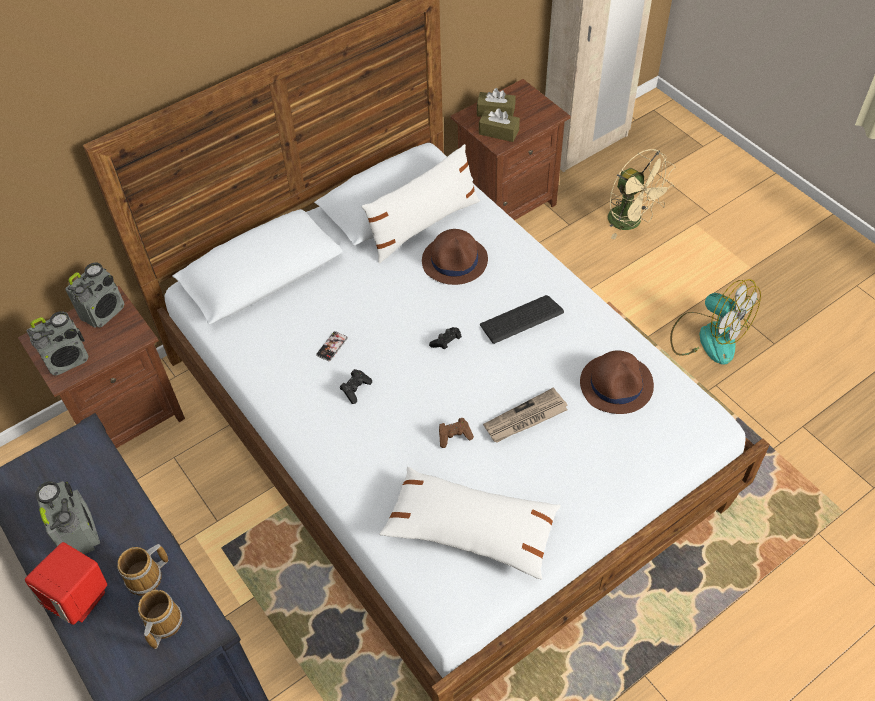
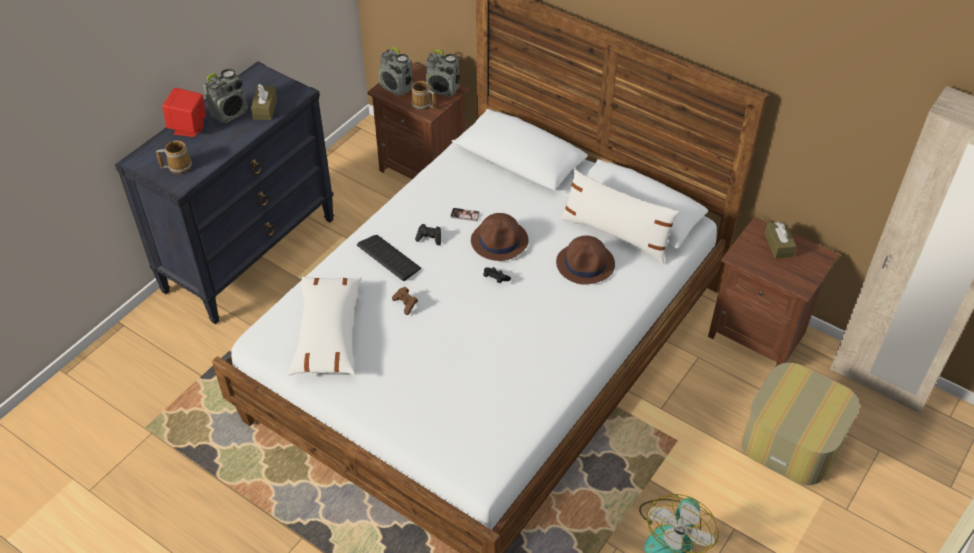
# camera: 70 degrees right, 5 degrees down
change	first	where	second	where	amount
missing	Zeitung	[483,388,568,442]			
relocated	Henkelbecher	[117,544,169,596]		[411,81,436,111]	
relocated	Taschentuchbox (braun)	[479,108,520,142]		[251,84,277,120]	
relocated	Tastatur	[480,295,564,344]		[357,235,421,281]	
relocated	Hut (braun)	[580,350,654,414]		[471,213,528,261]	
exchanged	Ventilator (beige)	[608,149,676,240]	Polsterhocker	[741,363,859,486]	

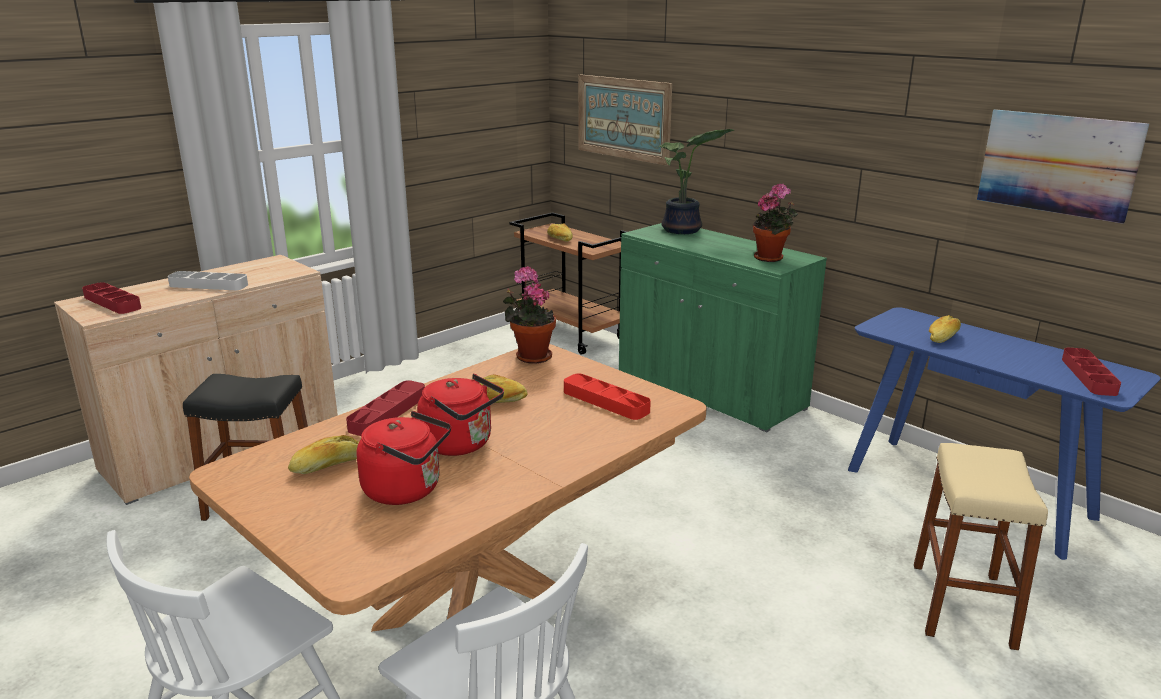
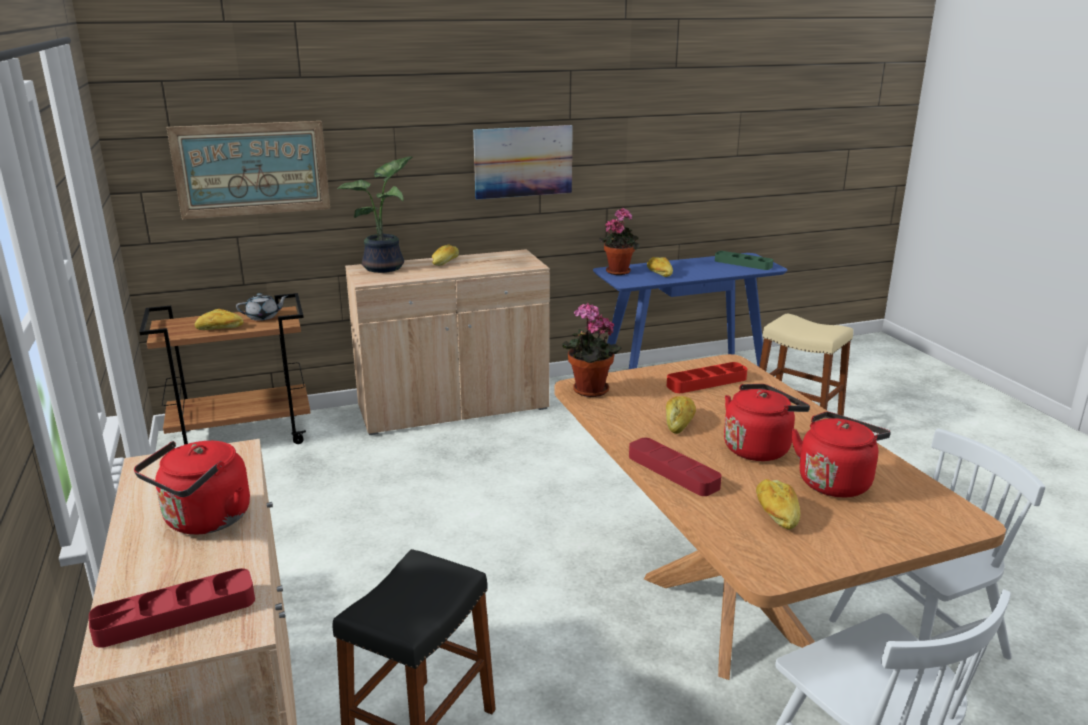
# camera: 65 degrees left, 0 degrees up
change	first	where	second	where	amount
appeared			Teekanne (grau)	[236,293,288,321]	
appeared			Brot	[431,244,459,266]	
relocated	Topfpflanze	[753,183,798,262]		[599,208,640,275]	
relocated	Bild	[977,109,1149,224]		[473,125,573,200]	
exchanged	Tablett (grau)	[168,271,248,290]	Wasserkessel (rot)	[134,441,250,534]	
colour	Schrank (grün)	[619,223,827,432]	Schrank (beige)	[345,249,550,435]	
colour	Tablett (rot)	[1062,348,1121,396]	Tablett (grün)	[715,251,773,270]	

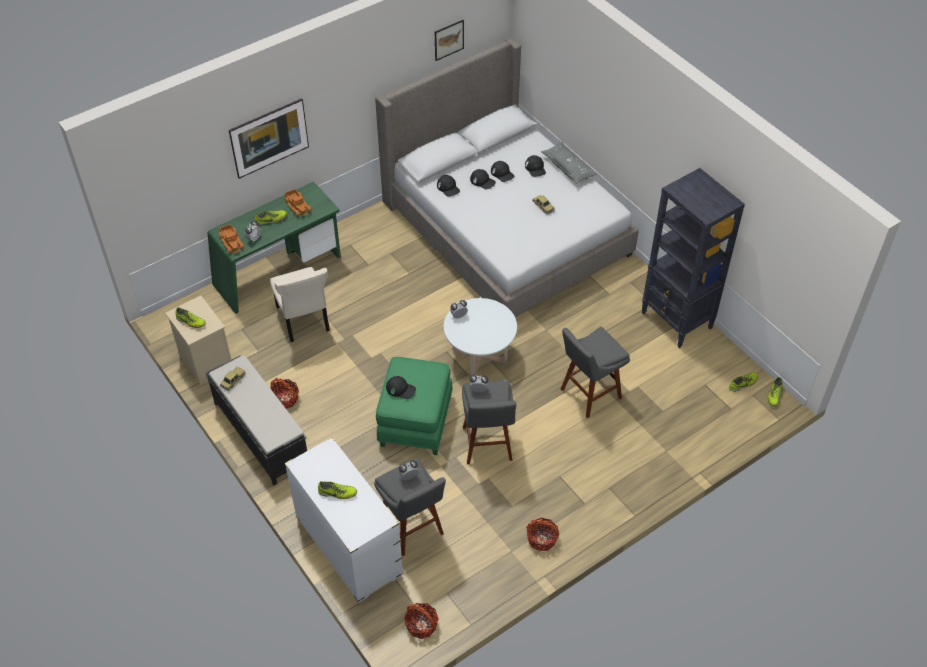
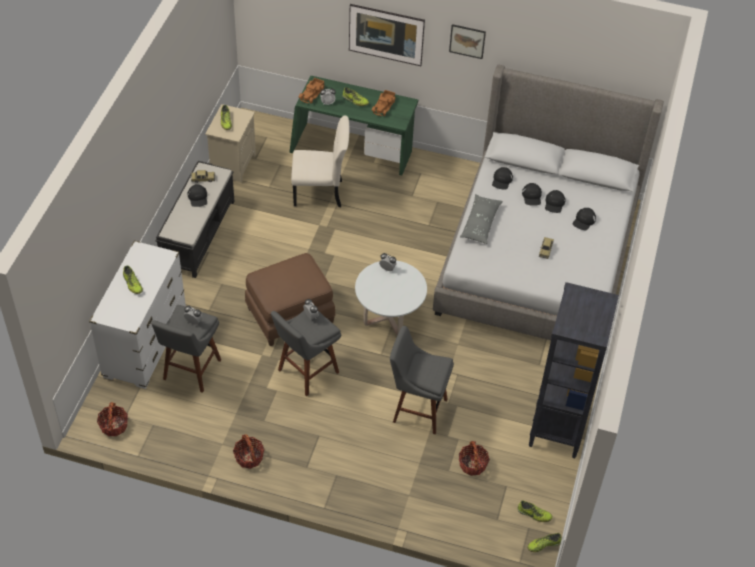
# camera: 50 degrees right, 0 degrees up
change	first	where	second	where	amount
relocated	Korb	[270,378,299,409]		[459,441,490,476]	
relocated	Kappe (schwarz)	[386,376,416,399]		[188,184,207,207]	
relocated	Bild	[435,20,464,61]		[449,24,486,59]	
relocated	Kissen (grau)	[541,142,598,184]		[460,194,503,244]	
colour	Polsterhocker (grün)	[376,357,453,455]	Polsterhocker (braun)	[245,253,335,346]	
spun	Stuhl (beige)	[270,267,330,342]		[291,115,349,207]	120 degrees counterclockwise

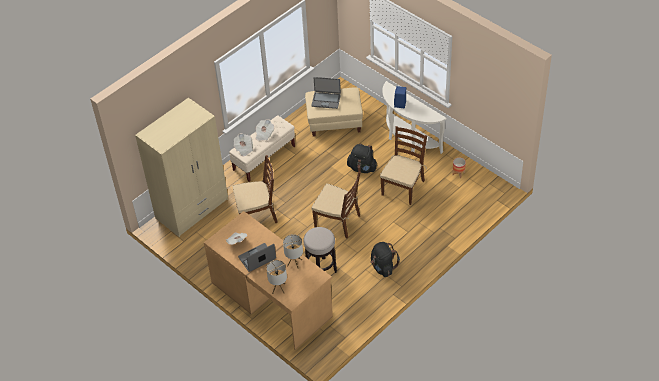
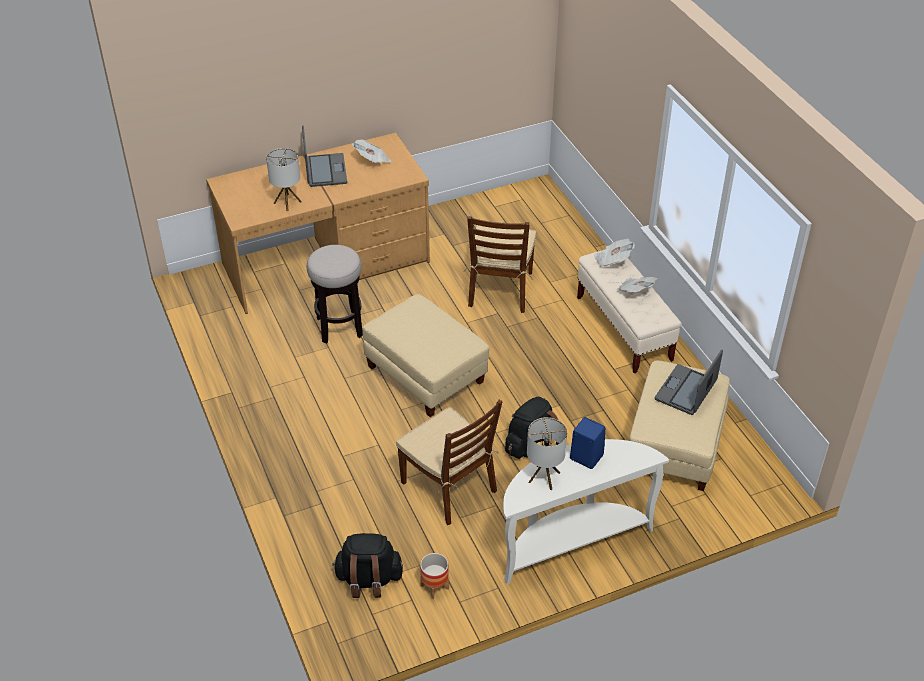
# camera: 110 degrees right, 5 degrees down
change	first	where	second	where	amount
missing	Kleiderschrank (beige)	[135,98,228,237]			
relocated	Tischlampe	[266,260,287,294]		[527,417,567,490]	
relocated	Rucksack (schwarz)	[370,242,400,277]		[332,533,403,598]	
exchanged	Stuhl (braun)	[311,171,360,238]	Polsterhocker (beige)	[362,294,489,417]	

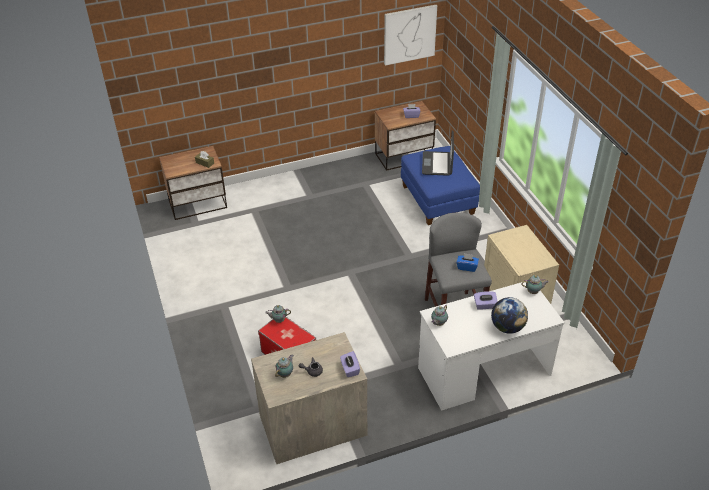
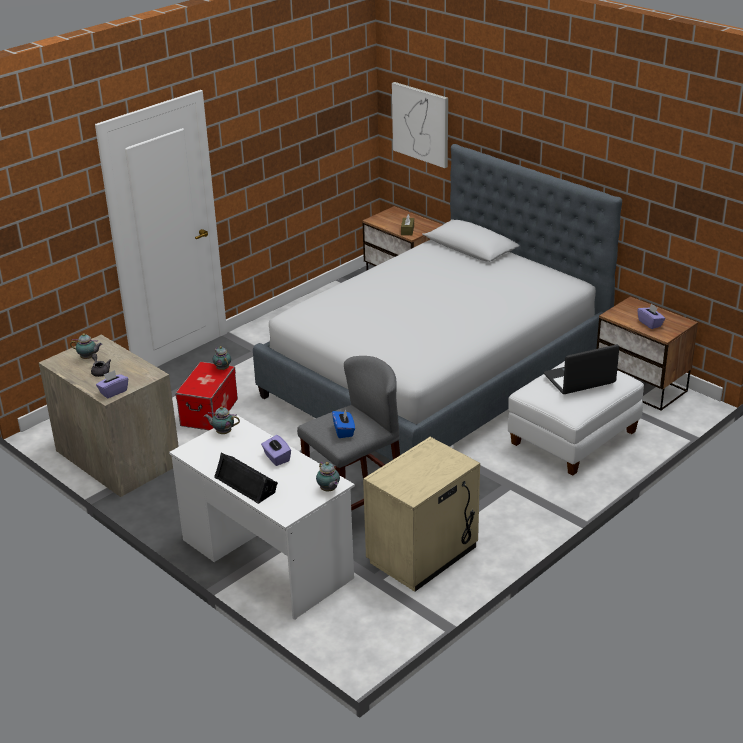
# camera: 65 degrees right, 10 degrees down
change	first	where	second	where	amount
appeared			Bett	[253,144,622,460]	
relocated	Bild	[384,5,437,66]		[392,82,448,168]	
exchanged	Globus	[491,297,528,334]	Lautsprecher (schwarz)	[214,453,278,504]	
colour	Polsterhocker (blau)	[401,146,480,225]	Polsterhocker (weiß)	[508,361,644,475]	

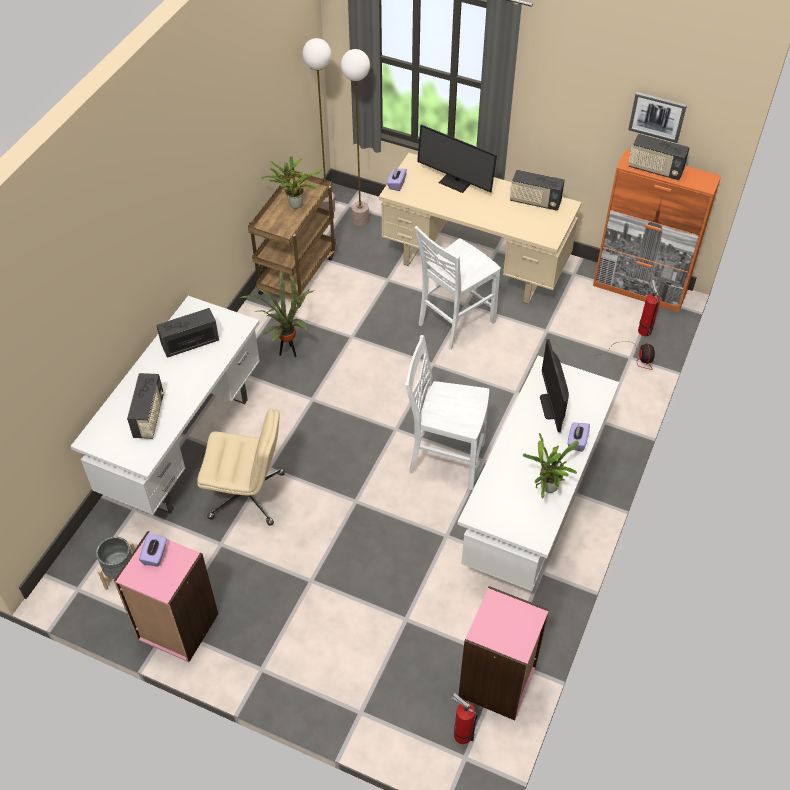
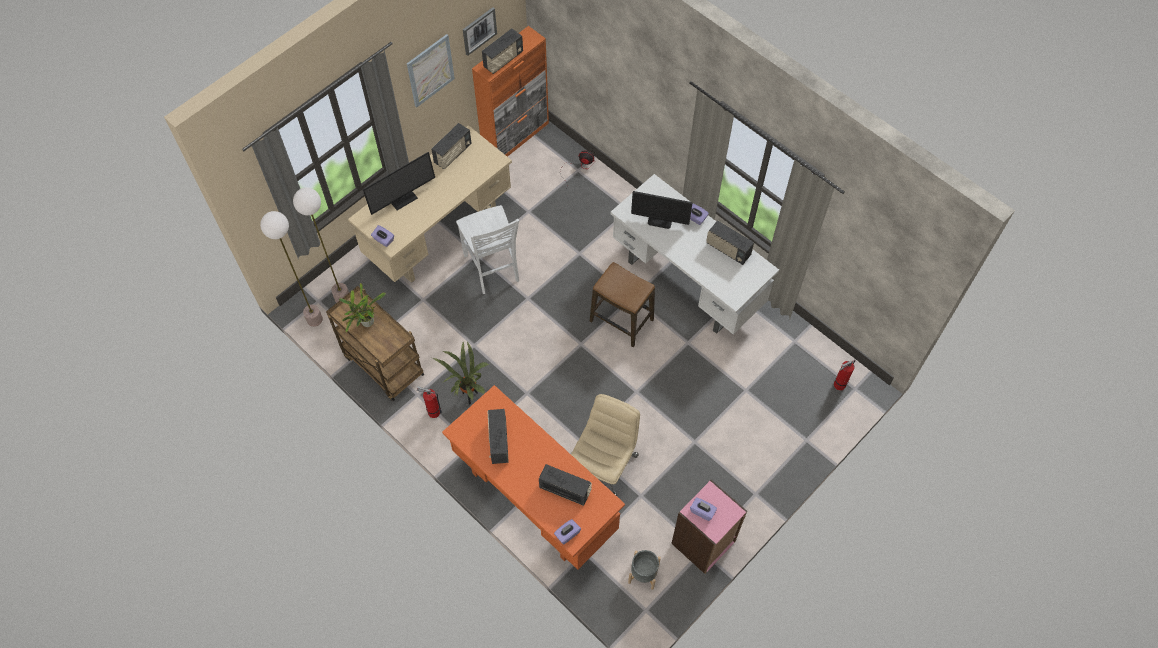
# camera: 70 degrees left, 10 degrees up
change	first	where	second	where	amount
missing	Bücherregal (rosa)	[458,586,549,720]			
appeared			Bild	[407,34,455,108]	
appeared			Taschentuchbox (lila)	[554,519,581,544]	
relocated	Feuerlöscher	[638,280,661,336]		[417,386,442,418]	
exchanged	Stuhl (weiß)	[405,335,489,490]	Hocker	[590,262,655,347]	
exchanged	Topfpflanze	[523,433,579,498]	Radio	[706,220,754,265]	
colour	Schreibtisch (weiß)	[70,296,260,515]	Schreibtisch (orange)	[442,385,625,570]	

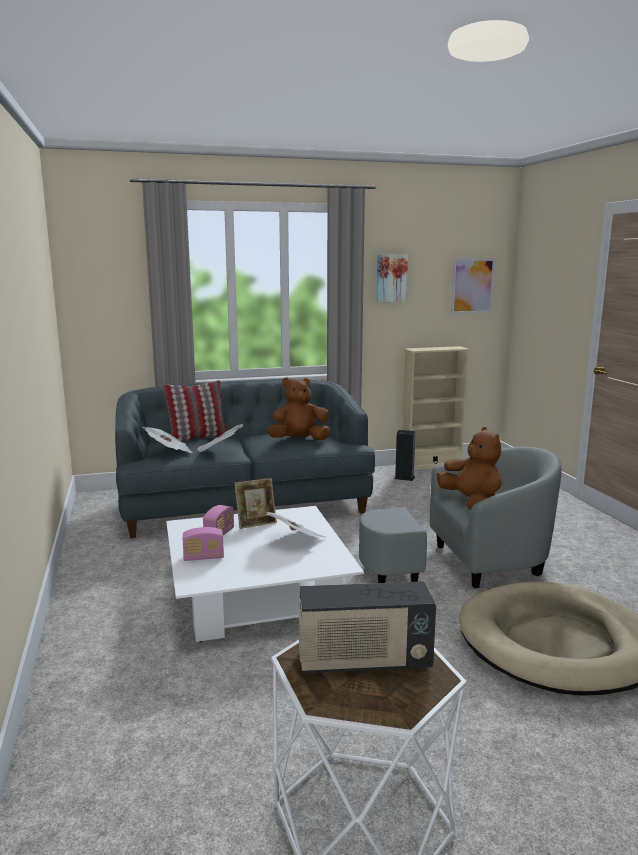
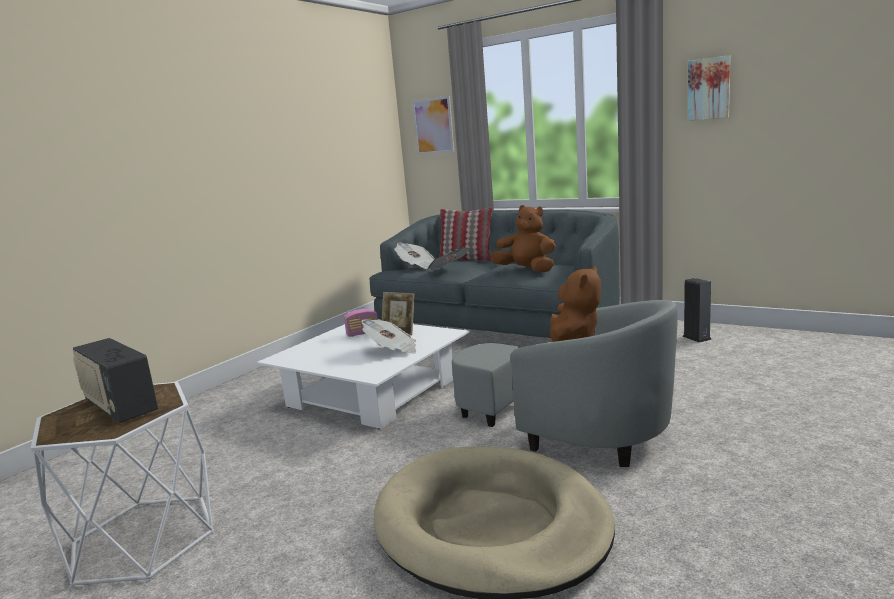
# camera: 50 degrees right, 0 degrees up
change	first	where	second	where	amount
missing	Radio	[183,527,224,561]			
missing	Bücherregal (beige)	[402,346,470,471]			
relocated	Bild	[451,258,495,314]		[412,96,454,155]	

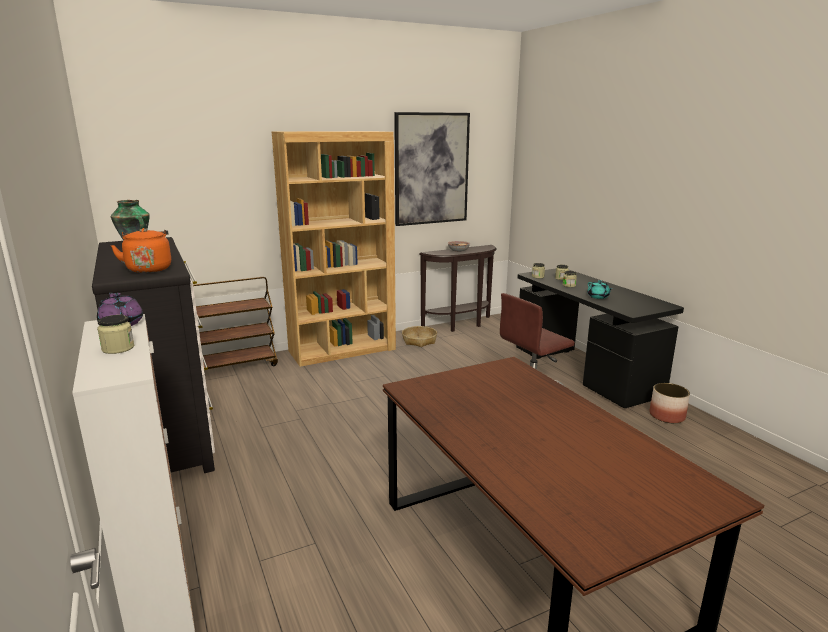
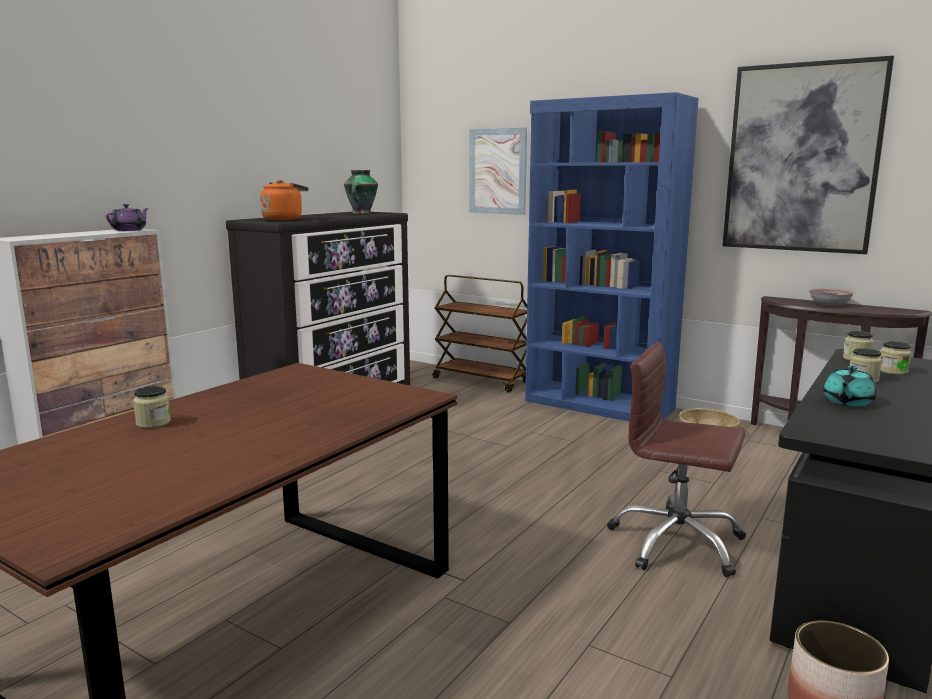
# camera: 60 degrees right, 5 degrees down
change	first	where	second	where	amount
appeared			Bild	[469,128,527,215]	
relocated	Vorratsglas	[97,315,134,354]		[133,386,171,428]	
colour	Bücherregal (braun)	[272,131,396,367]	Bücherregal (blau)	[525,92,699,421]	

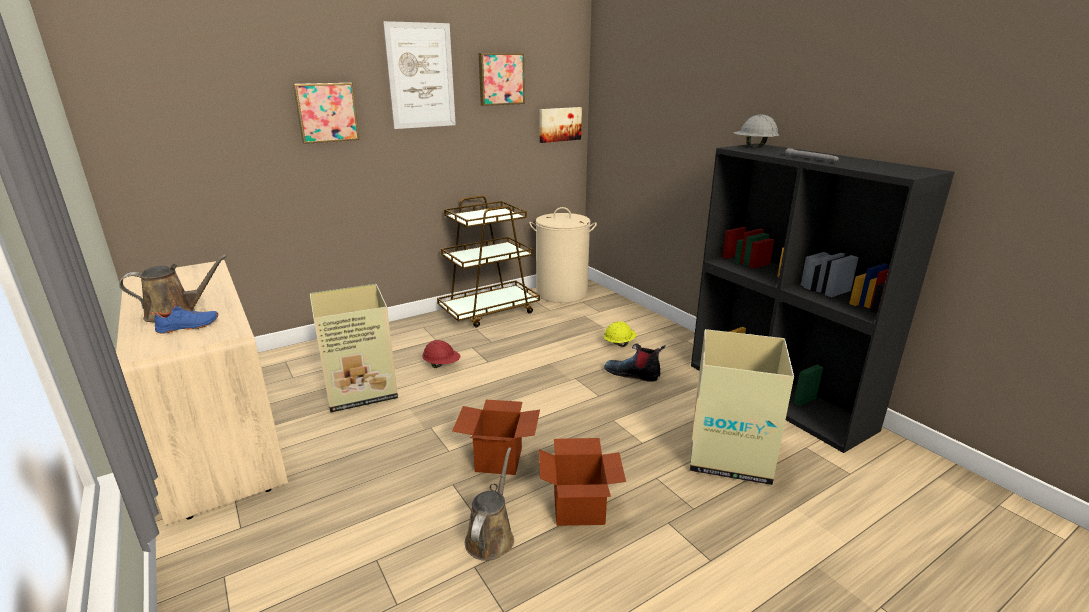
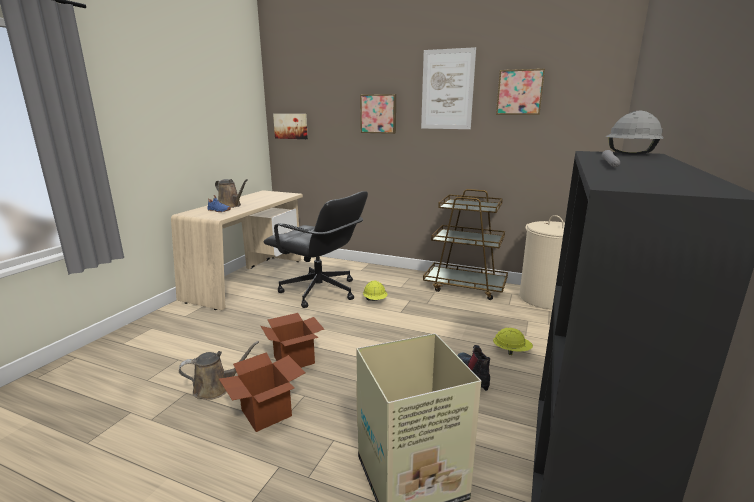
# camera: 55 degrees right, 5 degrees down
change	first	where	second	where	amount
relocated	Bild	[539,107,582,143]		[273,114,308,139]	
exchanged	Karton	[310,284,398,413]	Bürostuhl (schwarz)	[264,191,368,308]	
colour	Schutzhelm (rot)	[422,340,460,368]	Schutzhelm (gelb)	[363,281,387,301]	

